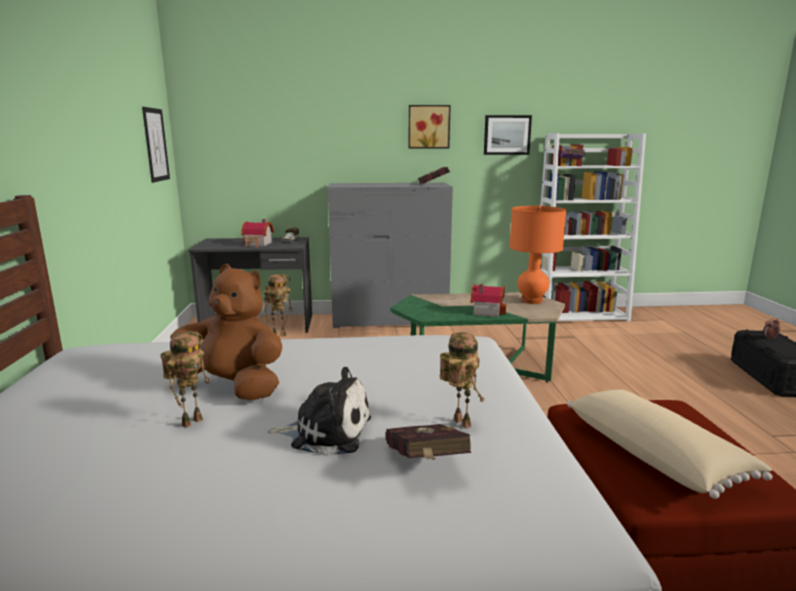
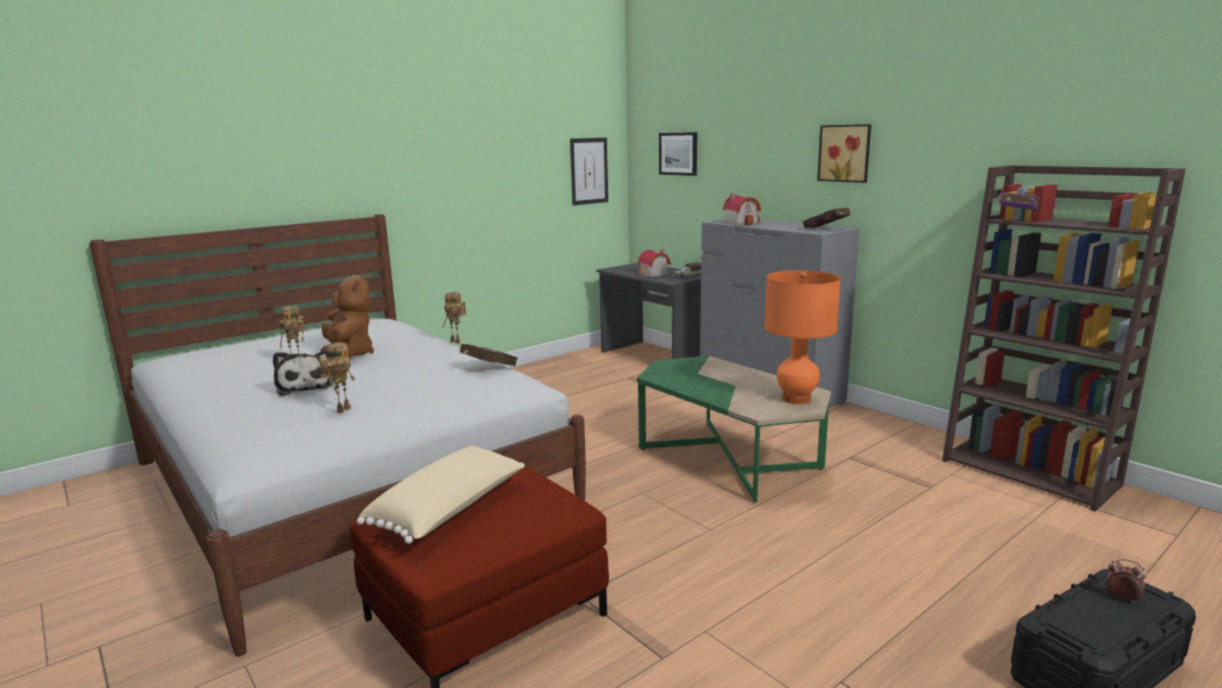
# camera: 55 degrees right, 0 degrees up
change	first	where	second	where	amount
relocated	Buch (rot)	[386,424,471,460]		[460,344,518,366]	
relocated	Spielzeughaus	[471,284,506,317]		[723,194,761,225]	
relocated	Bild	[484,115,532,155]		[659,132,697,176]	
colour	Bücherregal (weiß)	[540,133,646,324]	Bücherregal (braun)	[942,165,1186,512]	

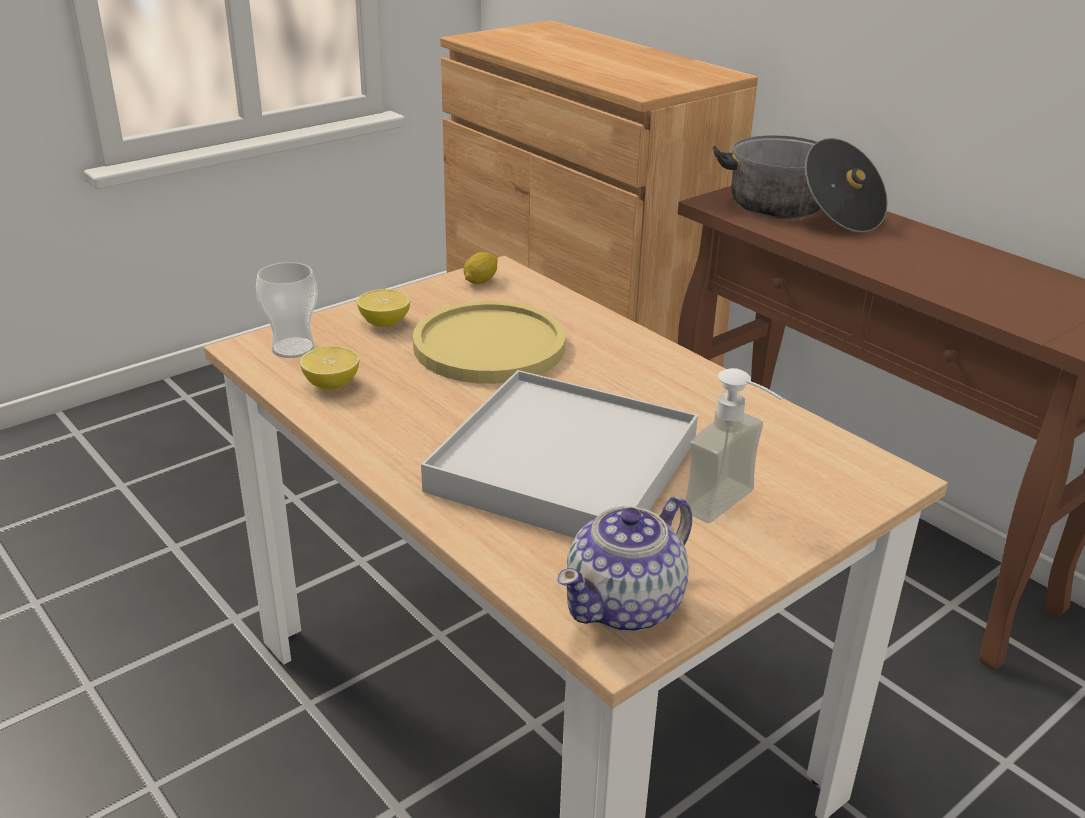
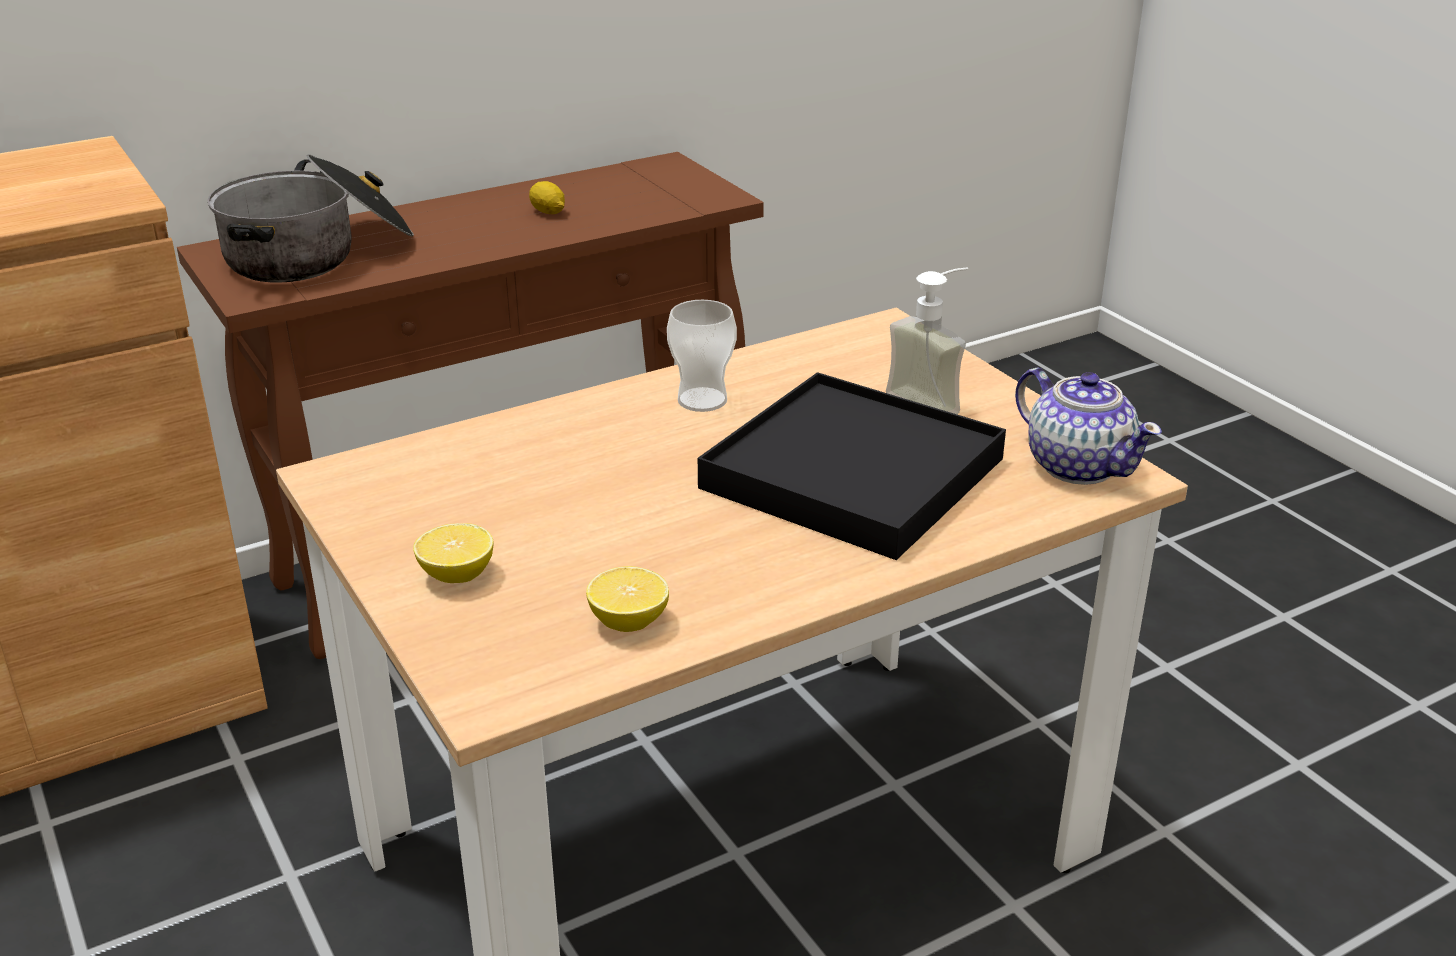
# camera: 80 degrees left, 0 degrees up
change	first	where	second	where	amount
missing	Teller (gelb)	[413,301,566,384]			
relocated	Tasse	[256,262,318,358]		[667,300,737,412]	
relocated	Zitrone	[464,252,498,284]		[529,181,565,214]	
colour	Tablett (weiß)	[421,370,698,538]	Tablett (schwarz)	[698,372,1006,560]	

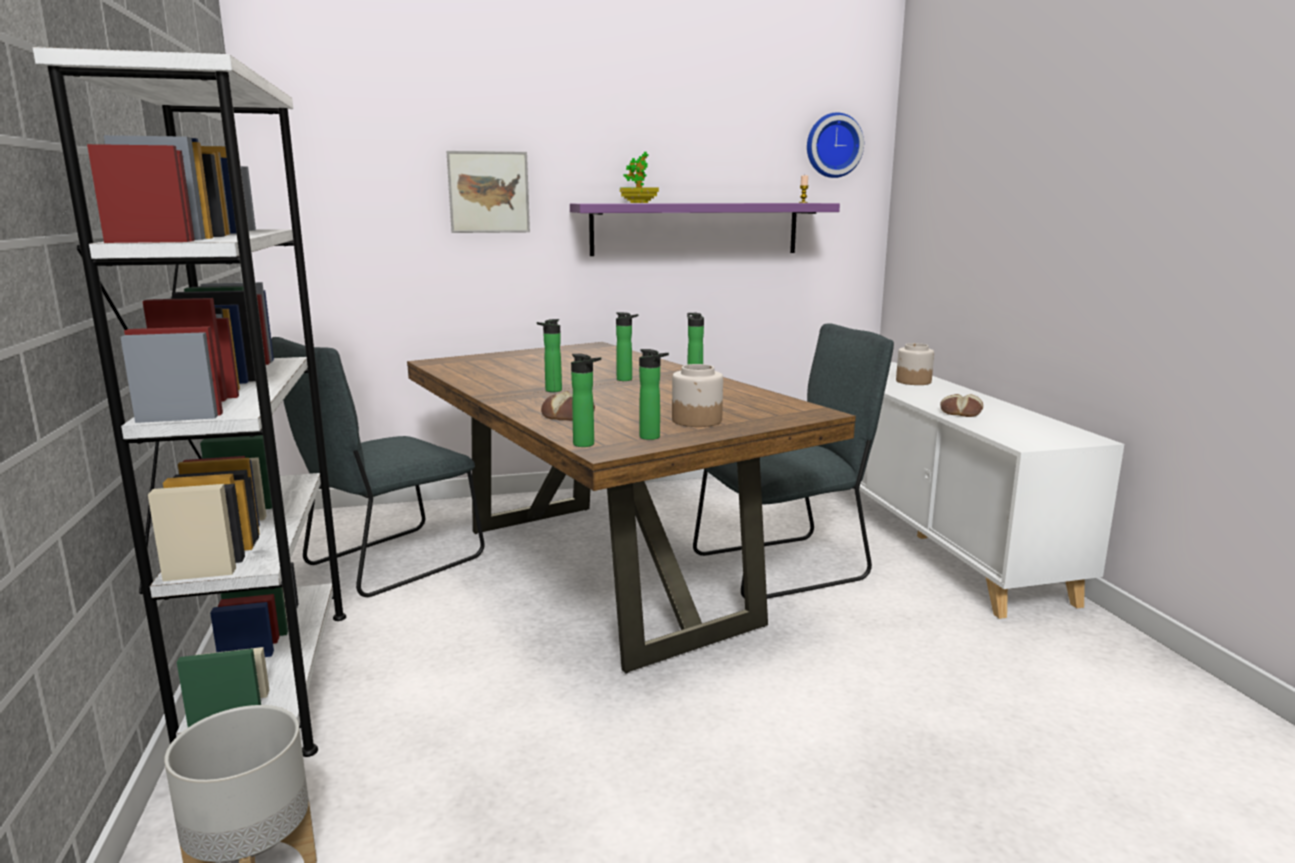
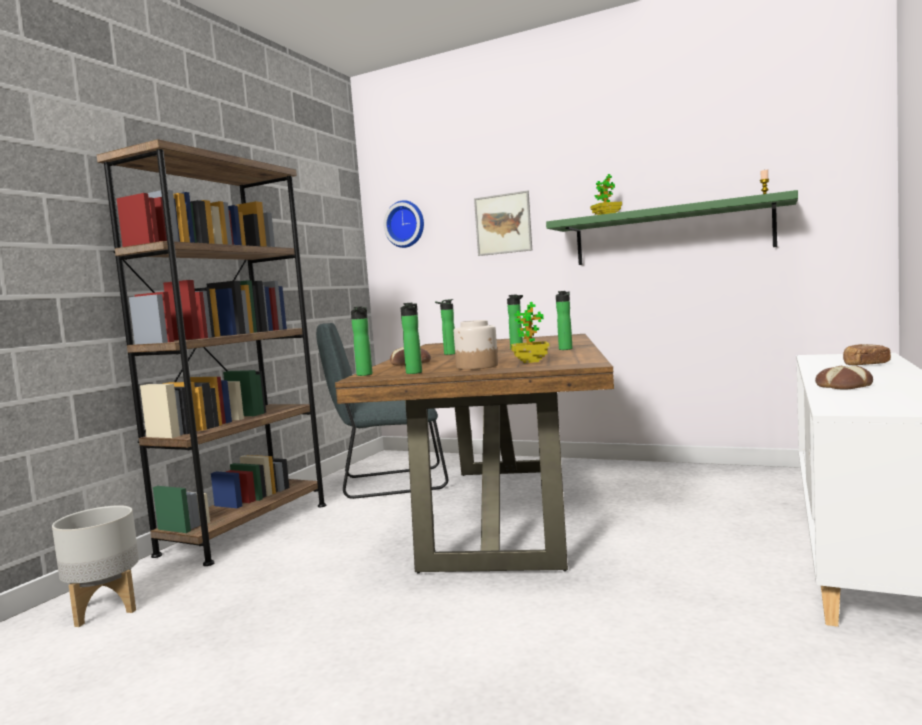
# camera: 40 degrees right, 10 degrees down
change	first	where	second	where	amount
missing	Stuhl (grau)	[693,323,894,599]			
appeared			Topfpflanze	[511,302,550,363]	
relocated	Wanduhr	[807,112,864,178]		[384,200,424,248]	
exchanged	Vorratsglas	[896,343,934,385]	Brot	[843,344,891,365]	
colour	Bücherregal (weiß)	[33,47,346,757]	Bücherregal (braun)	[97,139,326,566]	
colour	Wandregal (lila)	[570,203,840,256]	Wandregal (grün)	[546,190,798,265]	

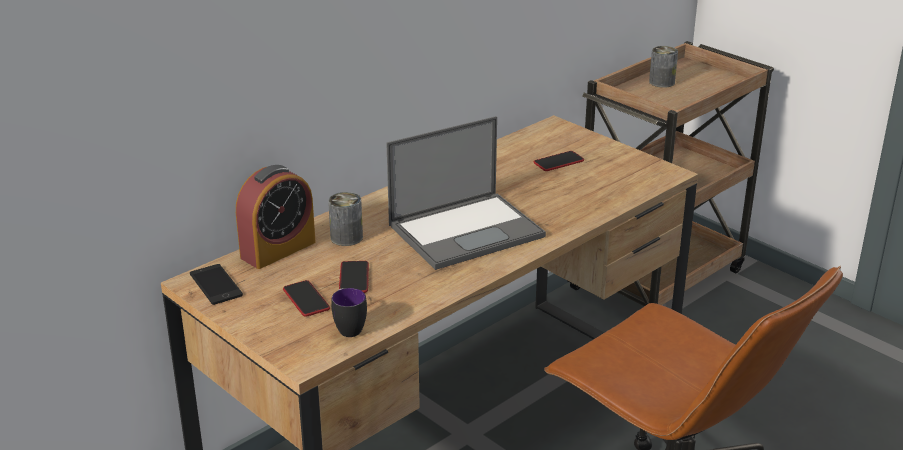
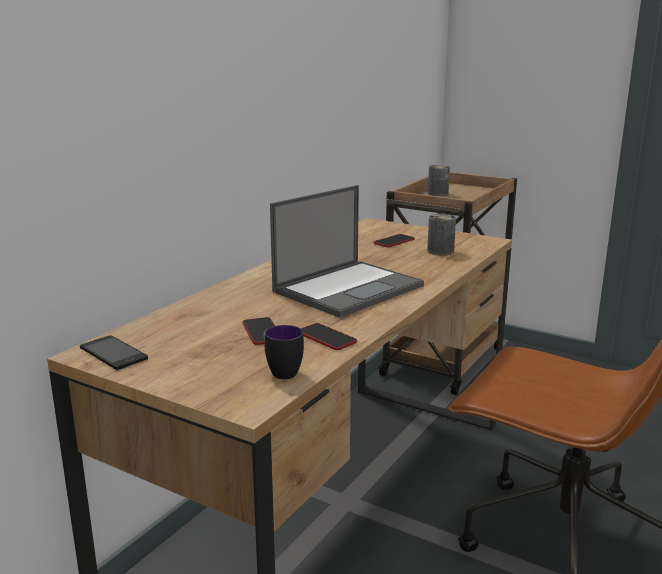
# camera: 15 degrees left, 10 degrees down
change	first	where	second	where	amount
missing	Wecker	[236,165,316,269]			
relocated	Handy	[283,280,330,317]		[301,323,357,350]	
relocated	Dose	[328,192,363,246]		[427,214,456,256]	

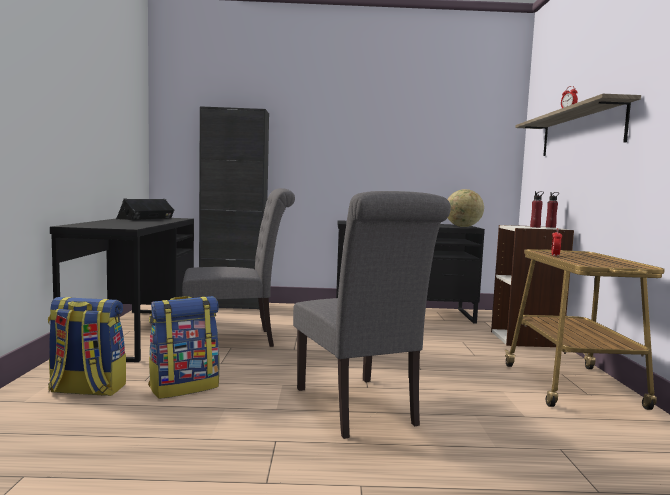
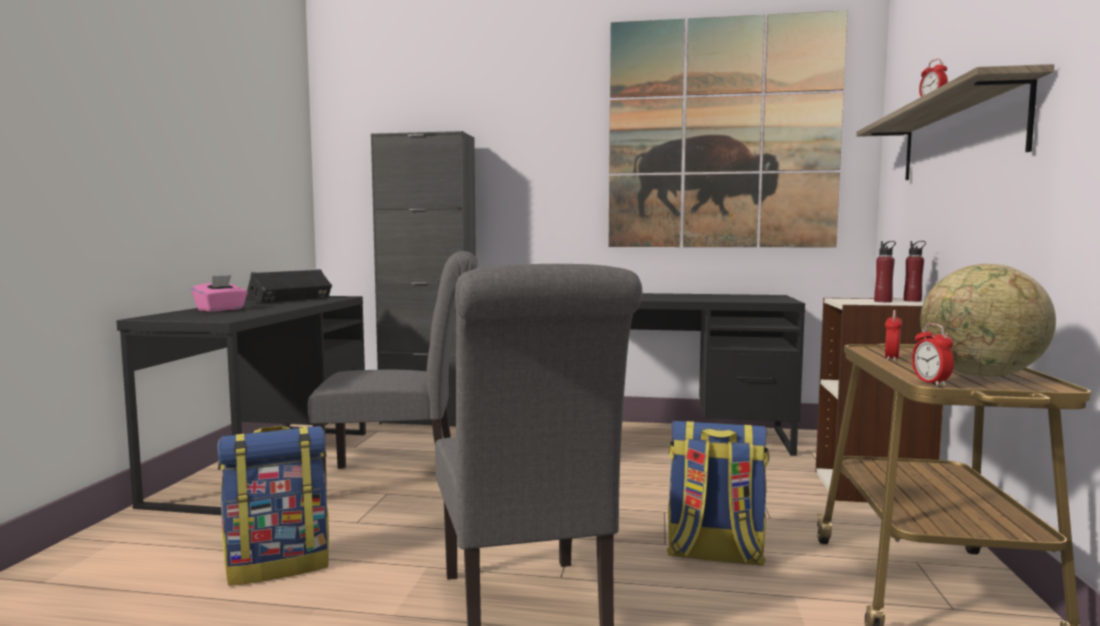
# camera: 10 degrees right, 0 degrees up
change	first	where	second	where	amount
appeared			Taschentuchbox (rosa)	[191,275,248,312]	
appeared			Bild	[609,10,848,247]	
appeared			Wecker	[912,323,954,386]	
relocated	Rucksack	[48,297,126,396]		[667,421,769,566]	
relocated	Globus	[447,189,484,227]		[920,264,1056,377]	

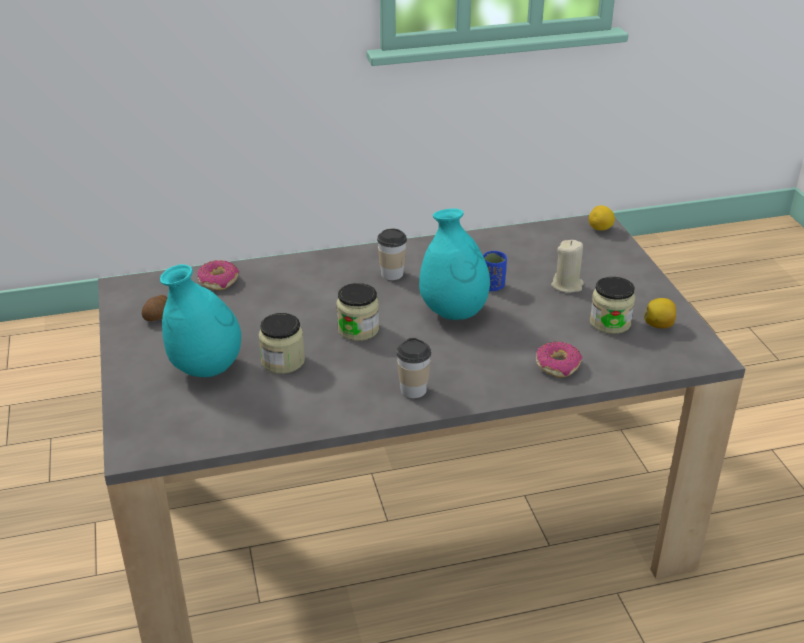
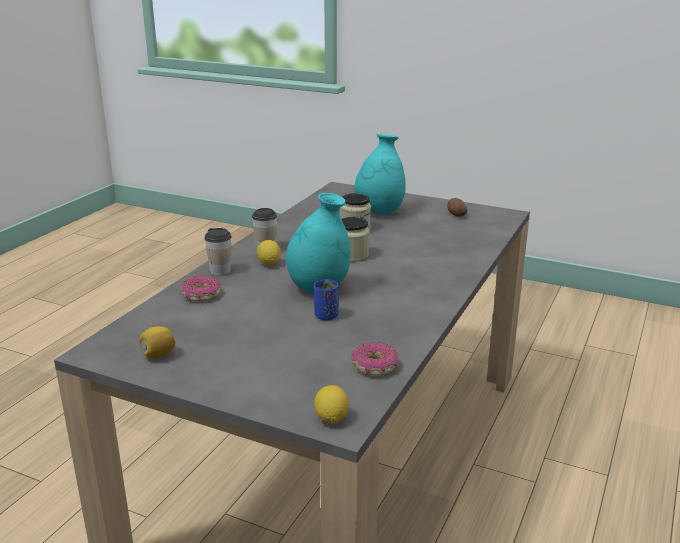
# camera: 130 degrees right, 10 degrees down
change	first	where	second	where	amount
missing	Kerze (beige)	[551,240,584,293]			
missing	Vorratsglas	[590,277,635,334]			
appeared			Zitrone	[257,240,281,266]	
relocated	Donut	[198,260,239,290]		[351,342,398,375]	
relocated	Tasse	[377,228,407,280]		[204,228,232,276]	

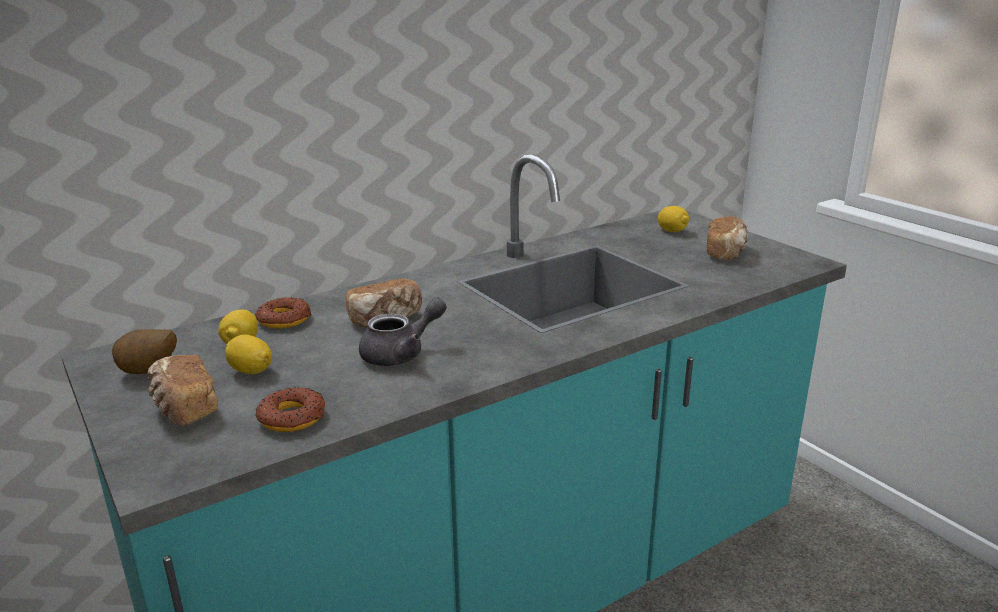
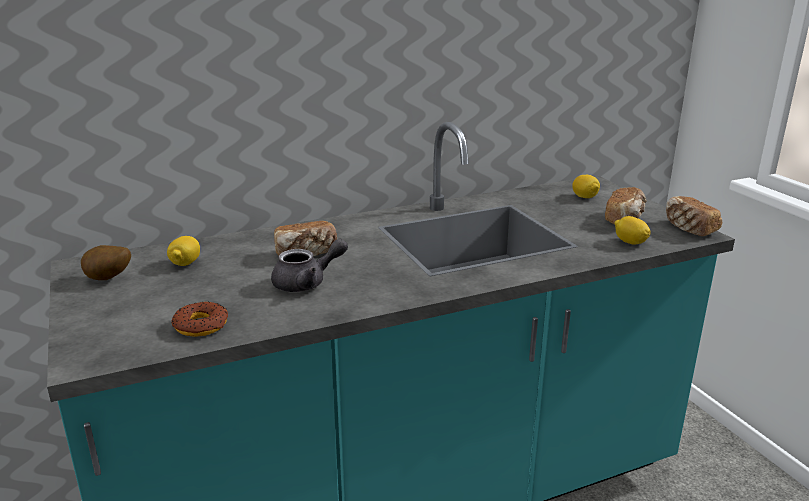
# camera: 10 degrees right, 0 degrees up
change	first	where	second	where	amount
missing	Donut	[255,297,312,329]			
relocated	Brot	[148,355,218,426]		[666,196,722,236]	
relocated	Zitrone	[225,335,272,375]		[614,216,651,245]	

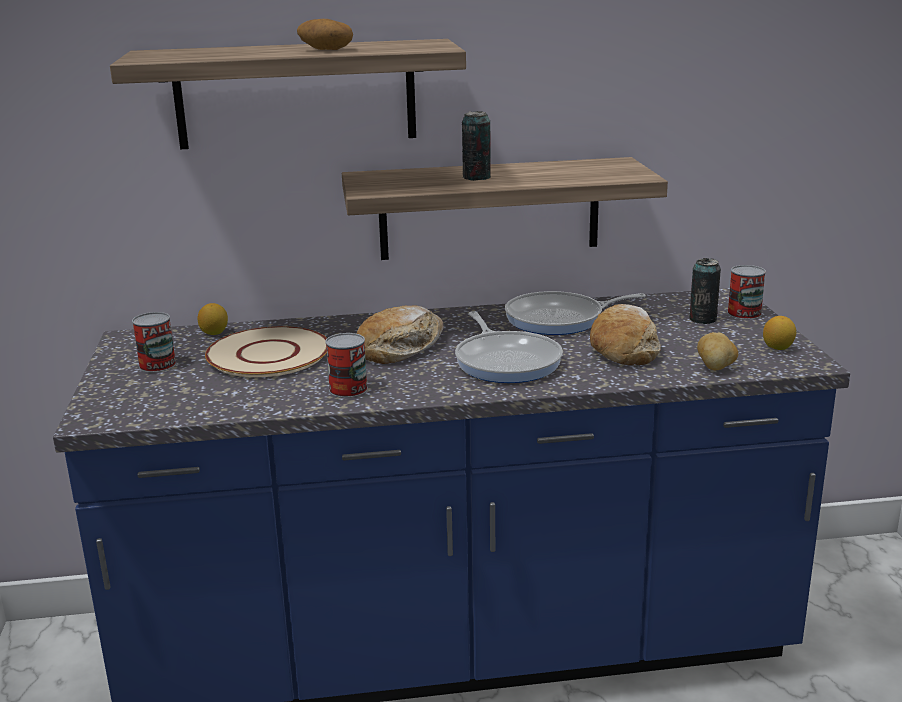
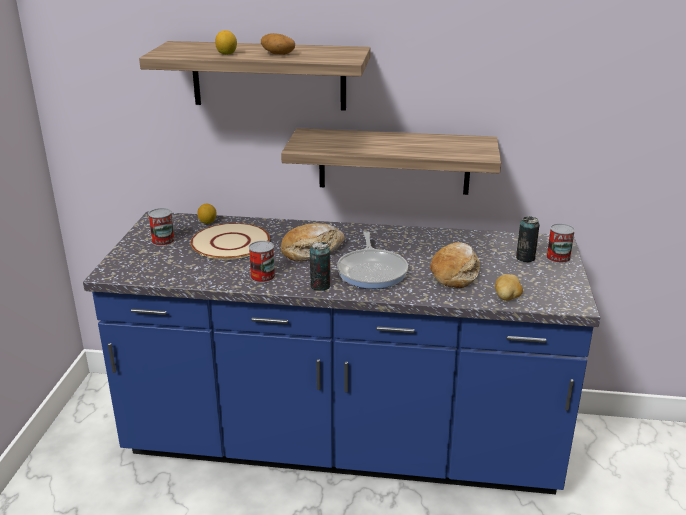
# camera: 15 degrees right, 5 degrees up
change	first	where	second	where	amount
missing	Pfanne	[505,291,646,335]			
relocated	Dose	[462,111,491,181]		[310,242,330,291]	
relocated	Zitrone	[763,316,796,350]		[215,30,237,55]	

